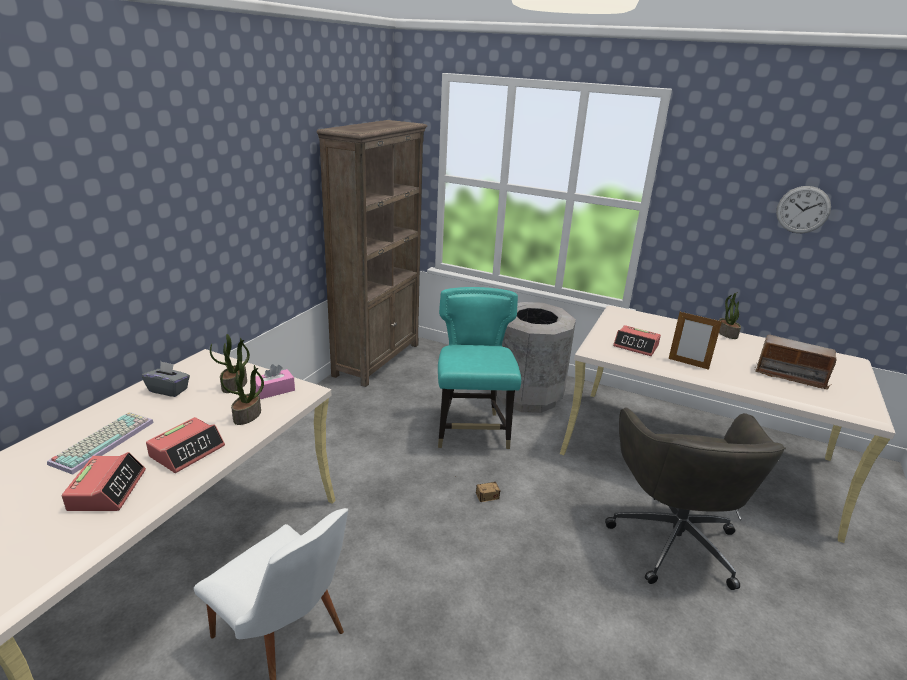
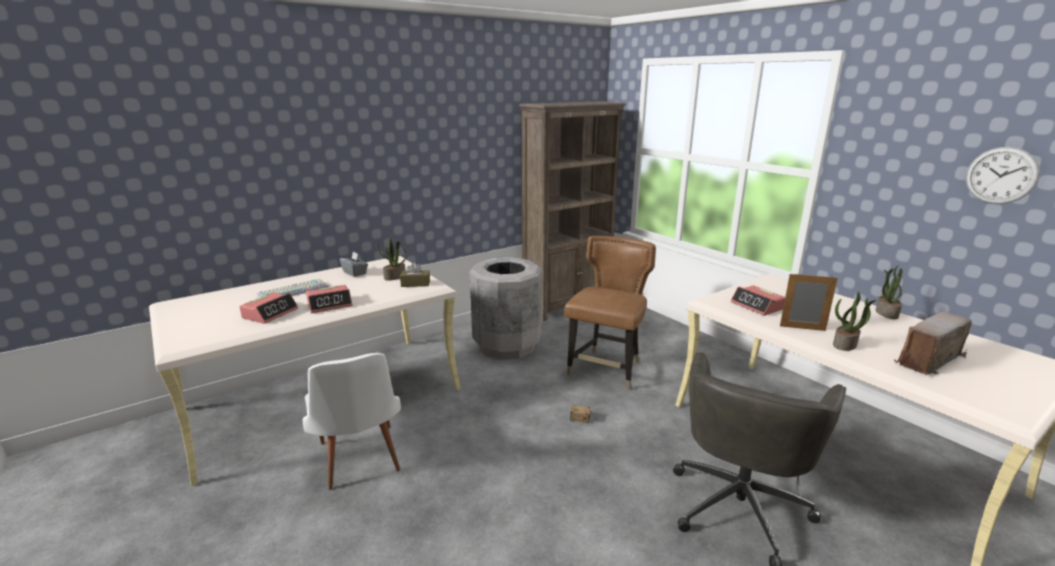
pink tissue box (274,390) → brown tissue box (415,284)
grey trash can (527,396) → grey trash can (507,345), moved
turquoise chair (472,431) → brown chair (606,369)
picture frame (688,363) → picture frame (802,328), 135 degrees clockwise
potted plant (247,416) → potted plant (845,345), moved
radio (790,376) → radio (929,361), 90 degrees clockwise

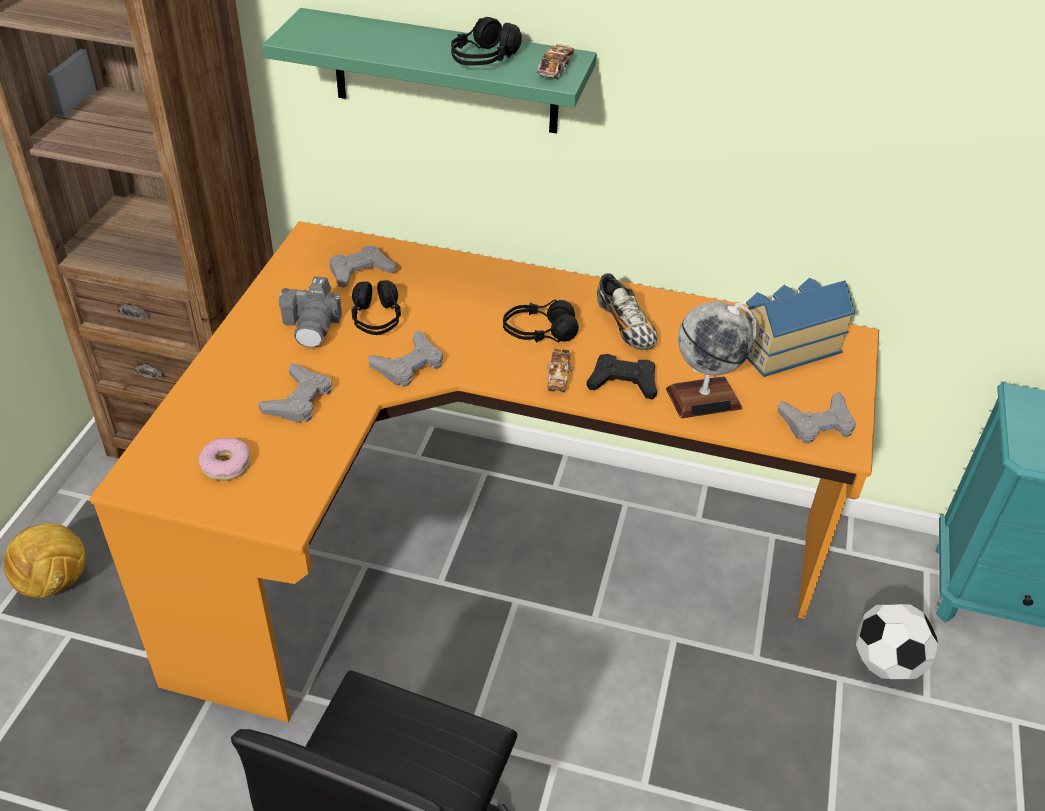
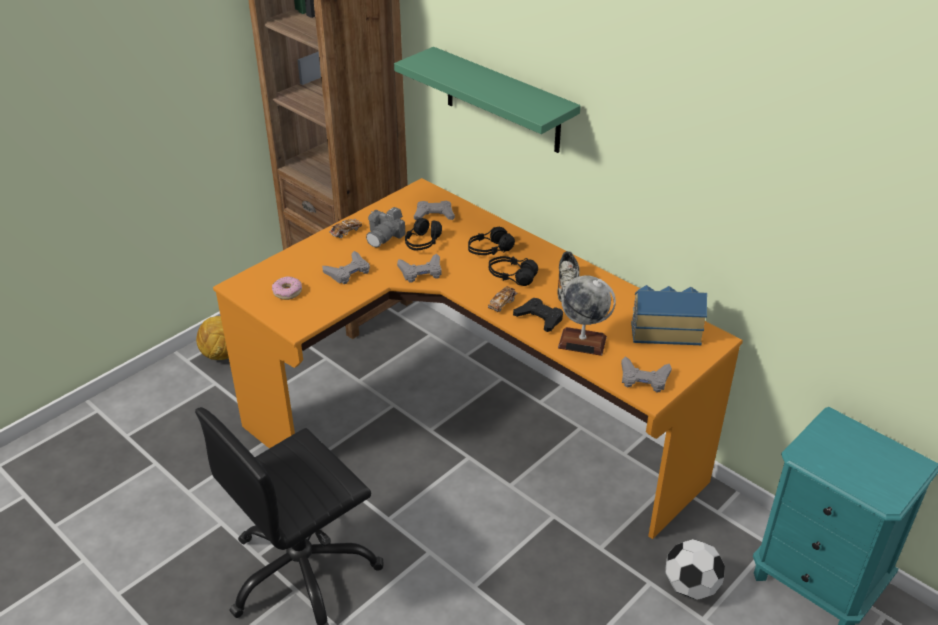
toy car (555,70) → toy car (346,232), moved
black headphones (484,59) → black headphones (489,250), moved

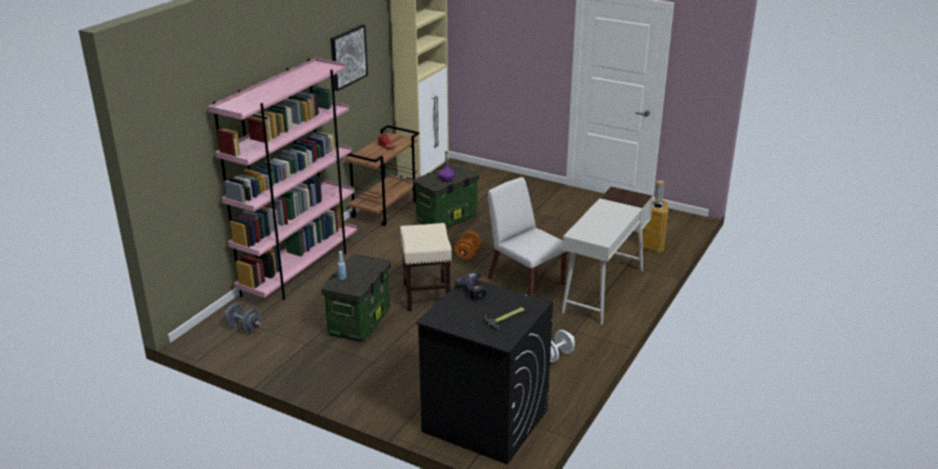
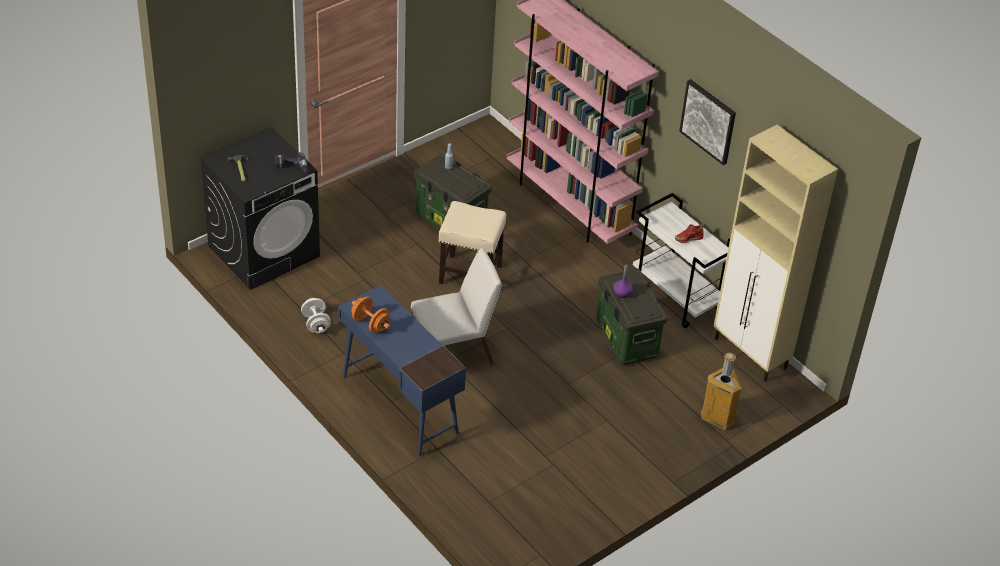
white desk (603,290) → blue desk (399,404)
orange dumbbell (467,254) → orange dumbbell (370,324), moved
brown cart (385,209) → white cart (677,297)
trash can (654,246) → trash can (718,418), moved
grey dumbbell (243,327) → -

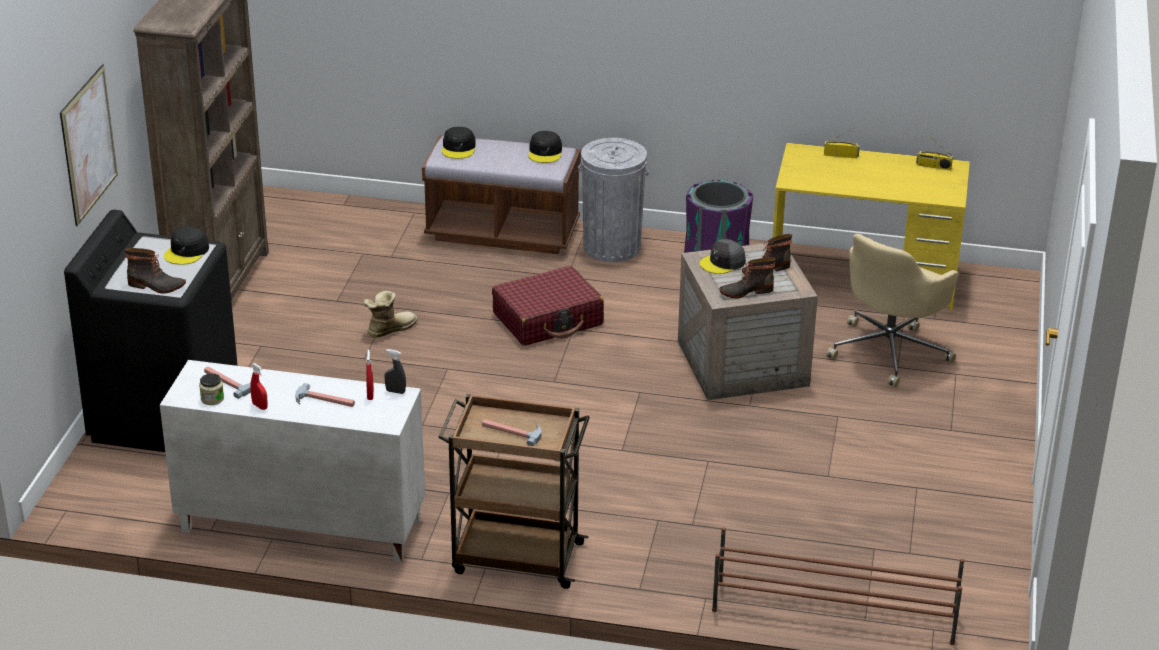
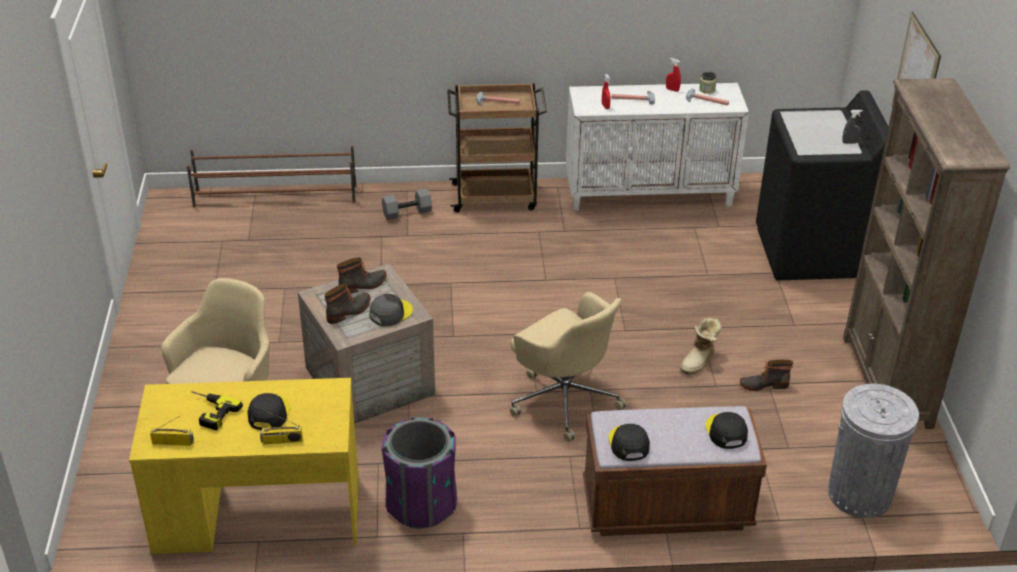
- → power drill (208,412)
black cap (187,251) → black cap (269,413), moved
- → grey dumbbell (407,212)
red suitcase (548,319) → beige office chair (564,398)
boot (156,286) → boot (763,384), moved
grey trash can (612,247) → grey trash can (859,494), moved
grey spray bottle (395,391) → grey spray bottle (849,142), moved

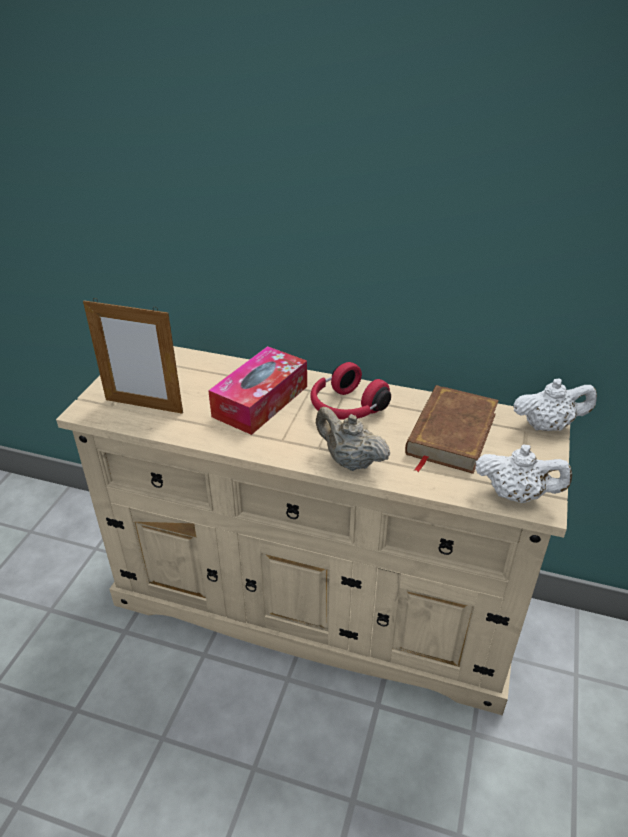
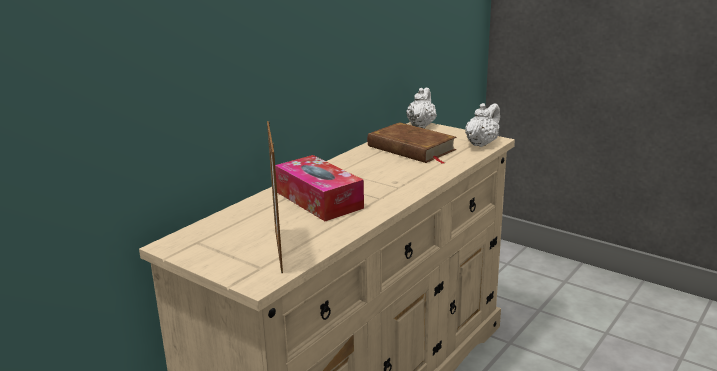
picture frame (144,406) → picture frame (279,250), 135 degrees clockwise
red headphones (346,408) → -
beige teapot (349,461) → -

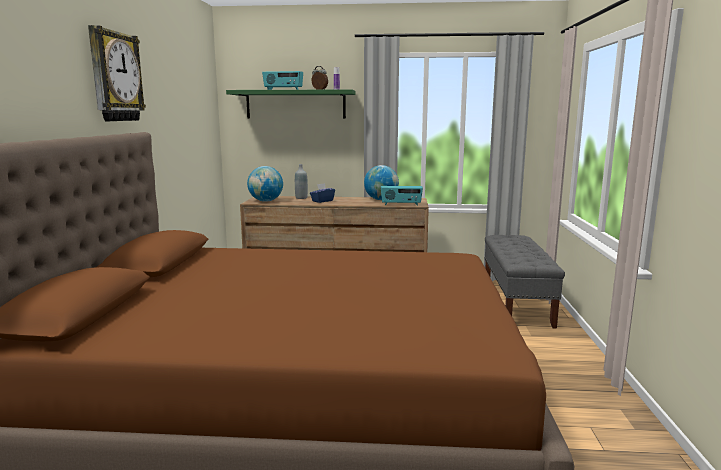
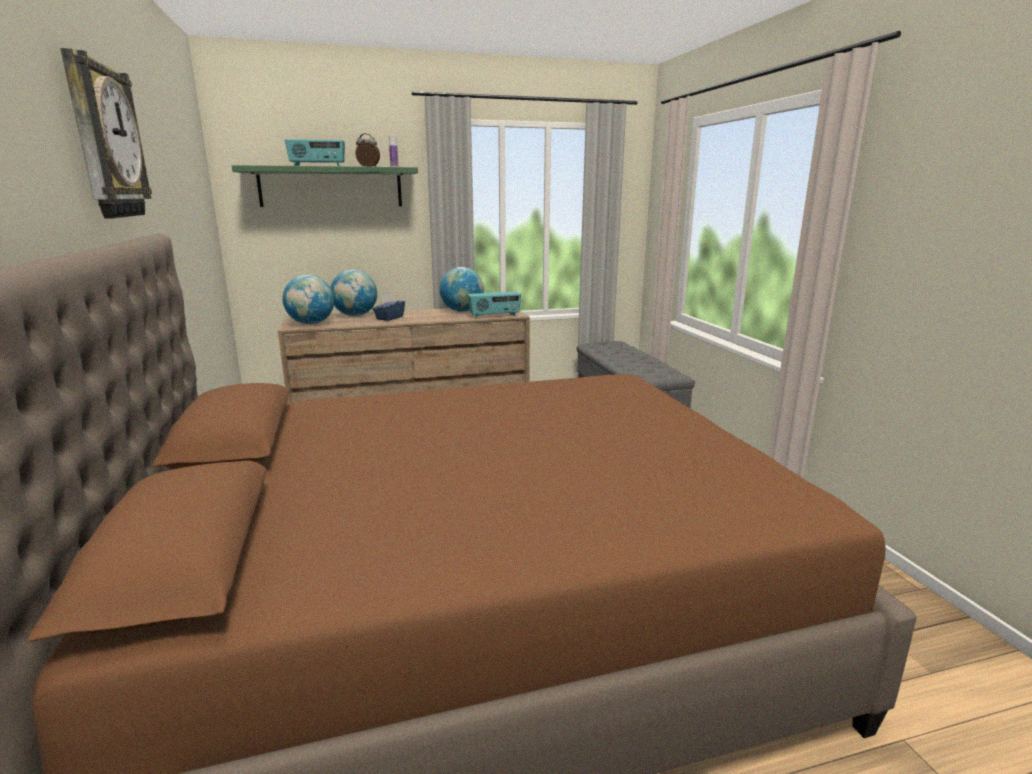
grey bottle (301,198) → globe (355,315)

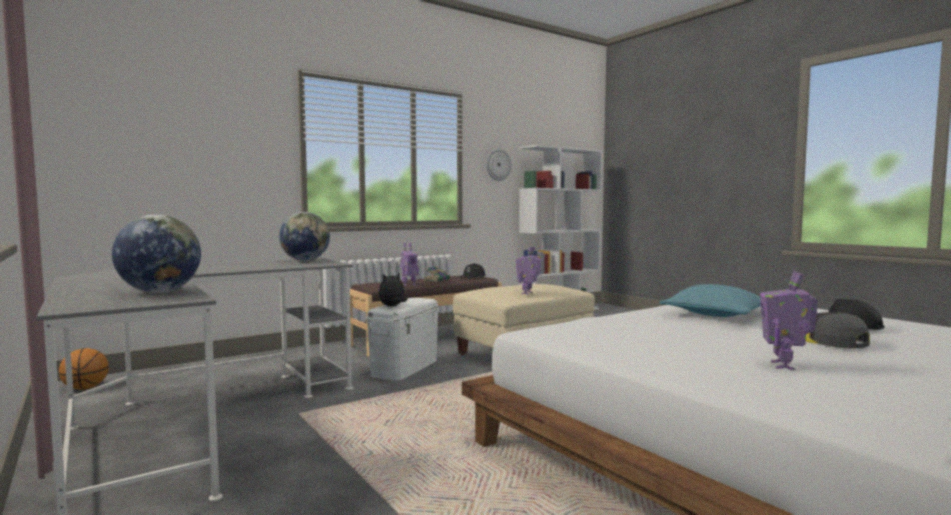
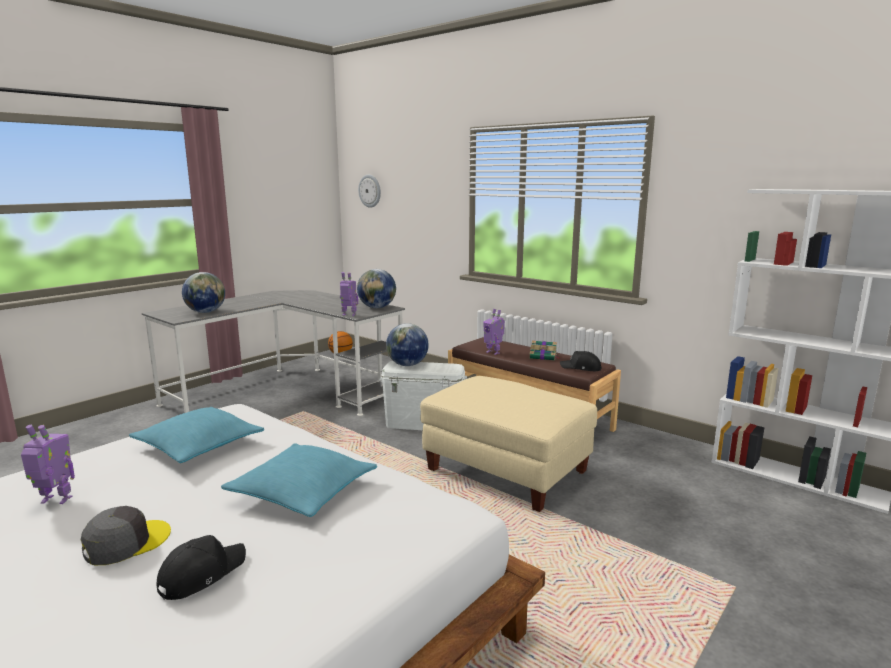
- → turquoise pillow (199,445)
toy robot (528,293) → toy robot (349,315), moved
wall clock (498,165) → wall clock (370,191), moved
plush toy (392,306) → globe (407,365)

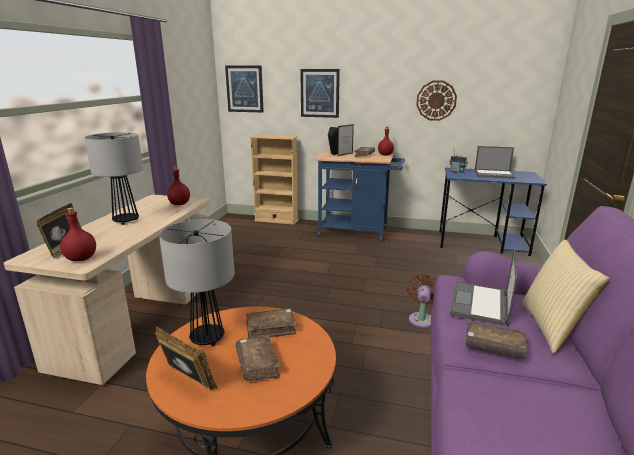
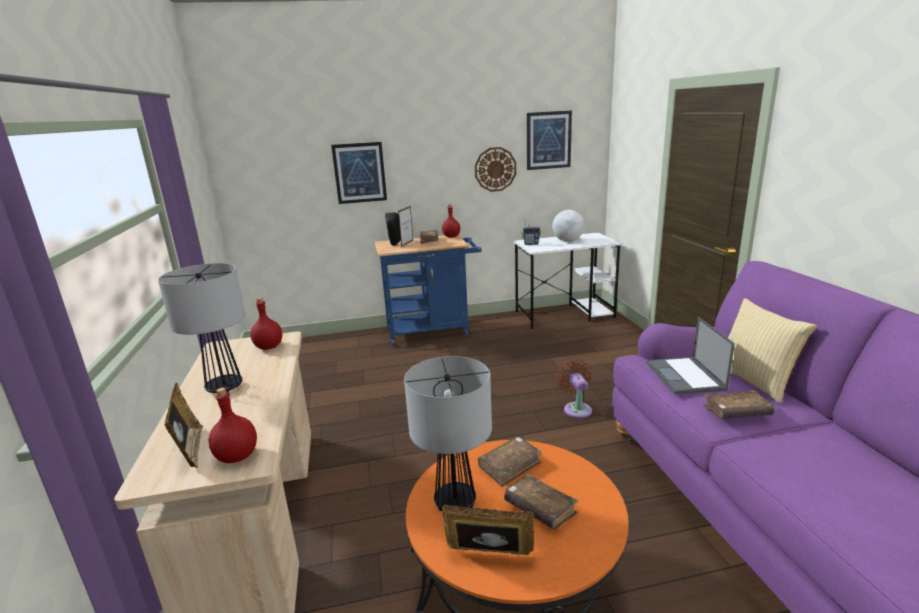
blue desk (482,243) → white desk (565,314)
picture (244,89) → picture (548,140), moved
laptop (494,174) → globe (567,241)
beige bookcase (276,220) → -

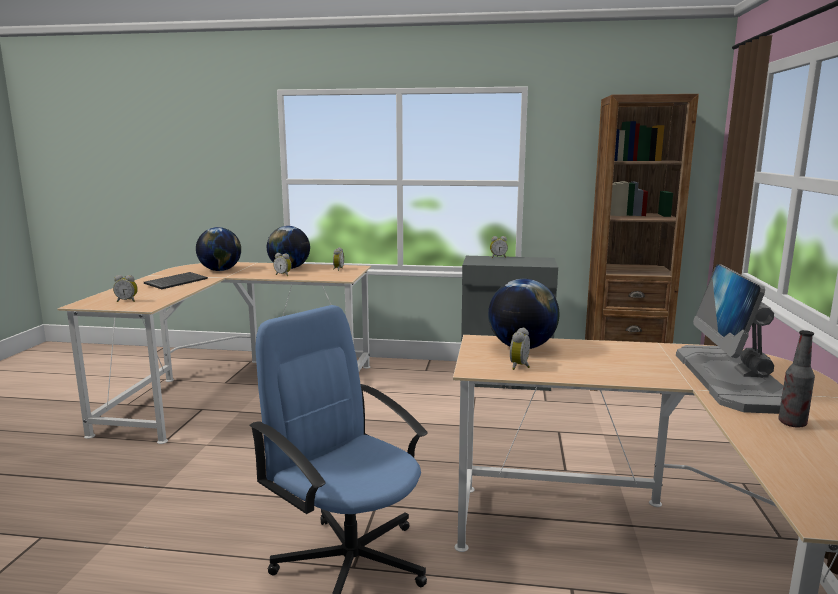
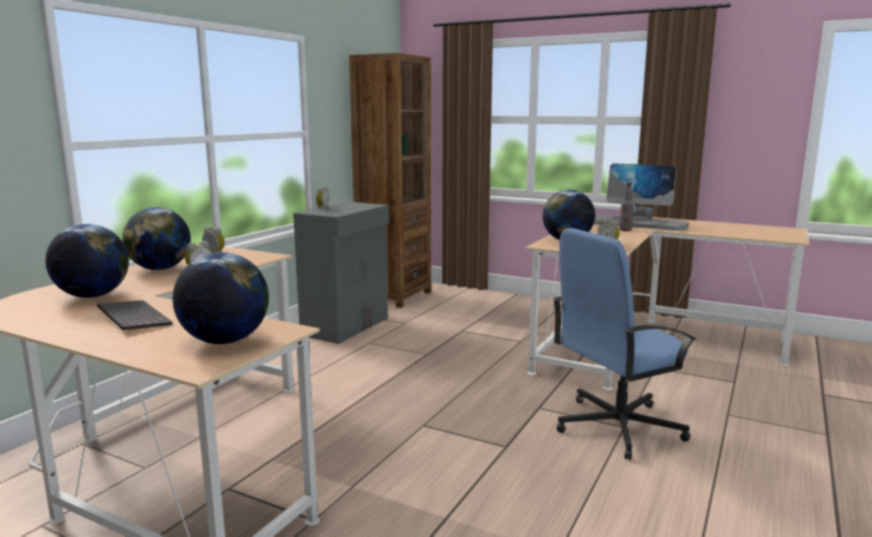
alarm clock (127,301) → globe (225,341)
bottle (792,423) → bottle (625,230), moved

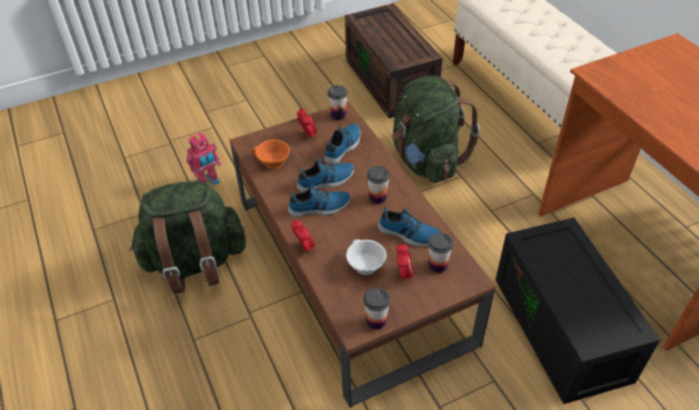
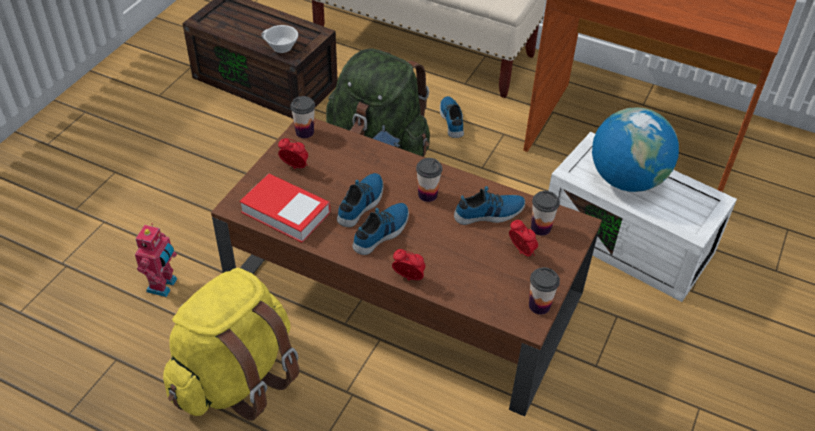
green backpack (195,263) → yellow backpack (236,378)
orange cup (272,162) → book (286,212)
white cup (364,265) → white cup (280,47), moved
shoe (343,147) → shoe (452,120), moved
black storage box (564,329) → white storage box (630,240)
- → globe (626,179)

